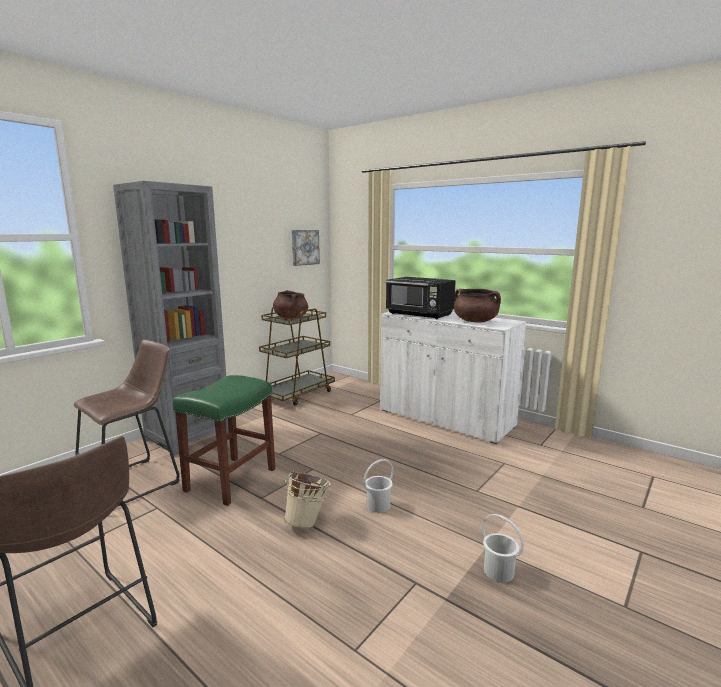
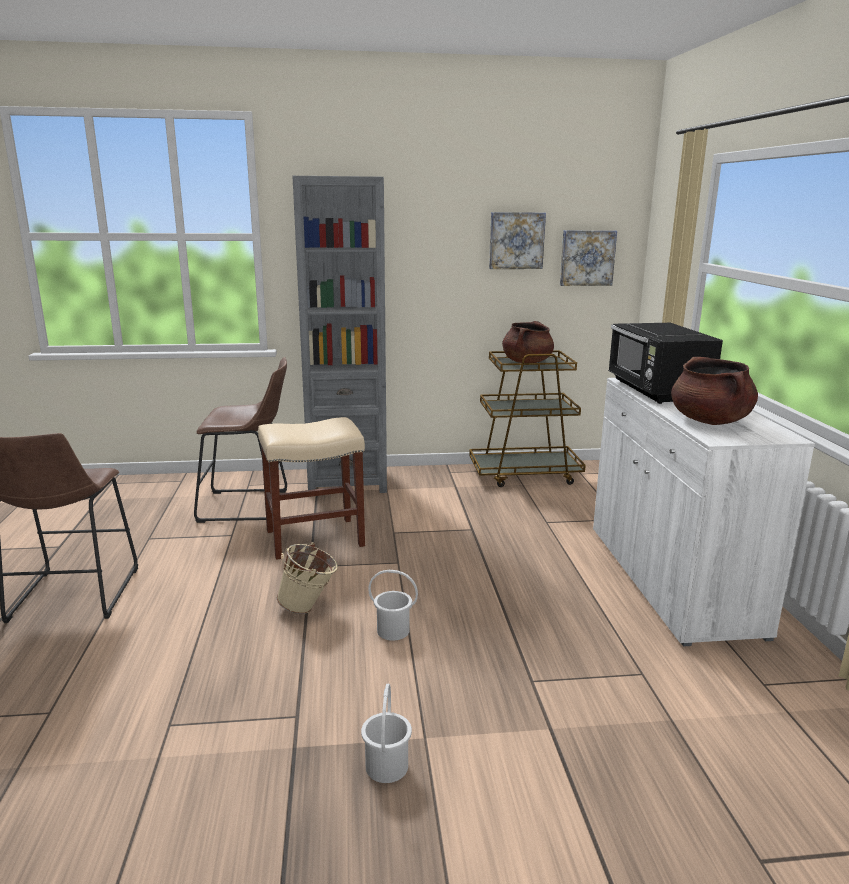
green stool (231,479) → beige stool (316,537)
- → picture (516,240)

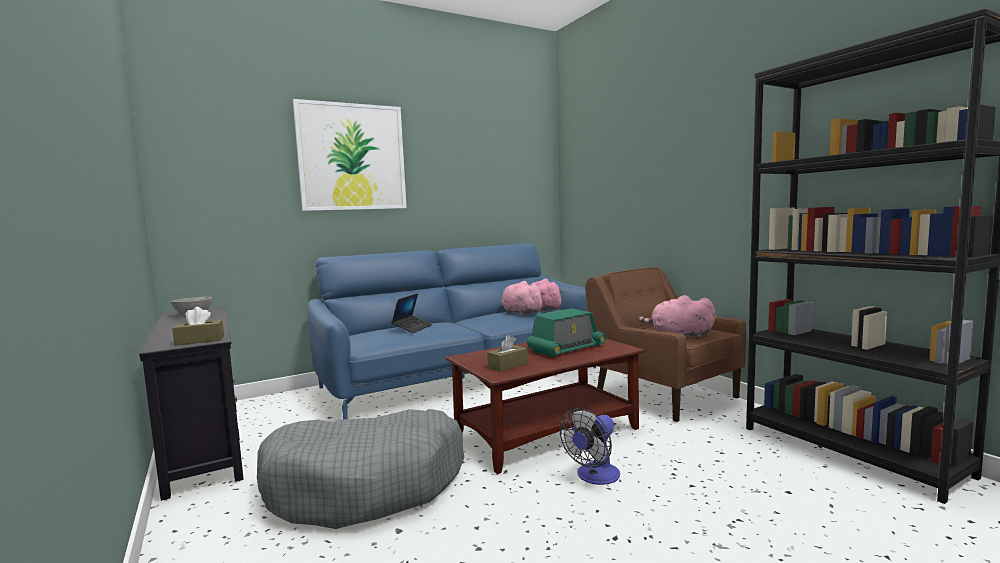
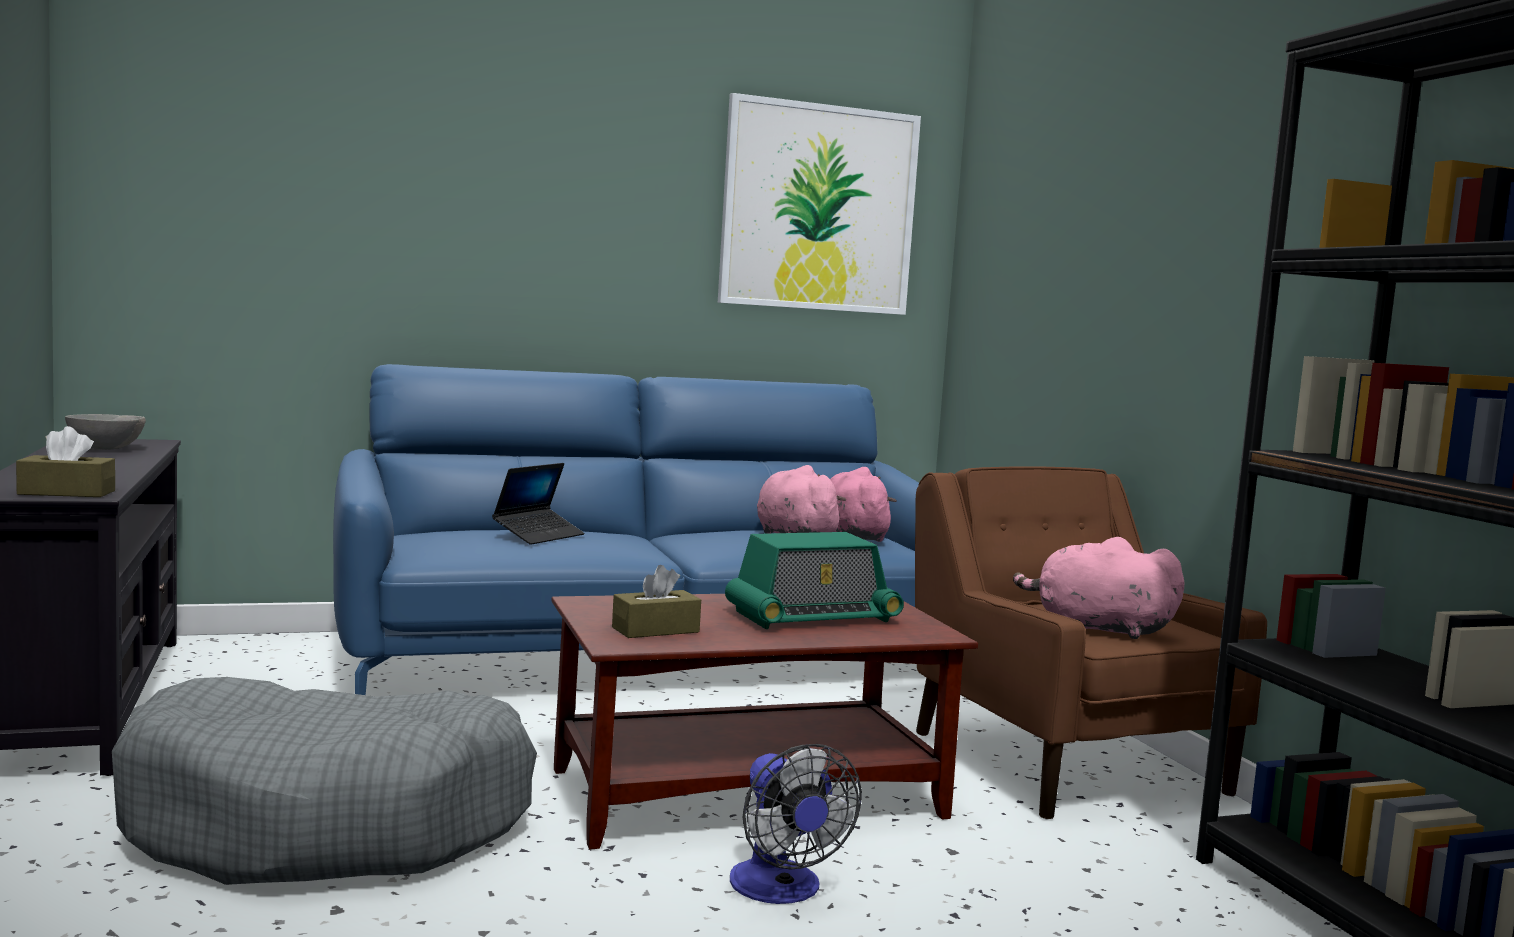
picture (352,157) → picture (818,208), moved
fan (594,477) → fan (781,890), 75 degrees counterclockwise

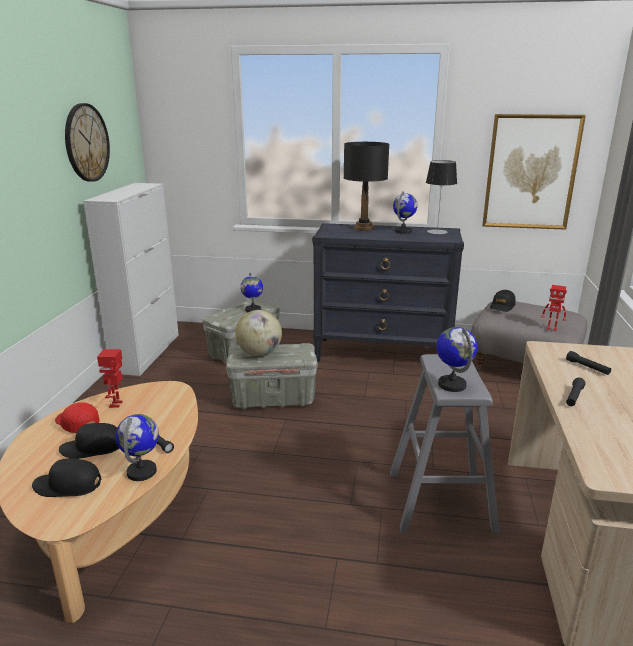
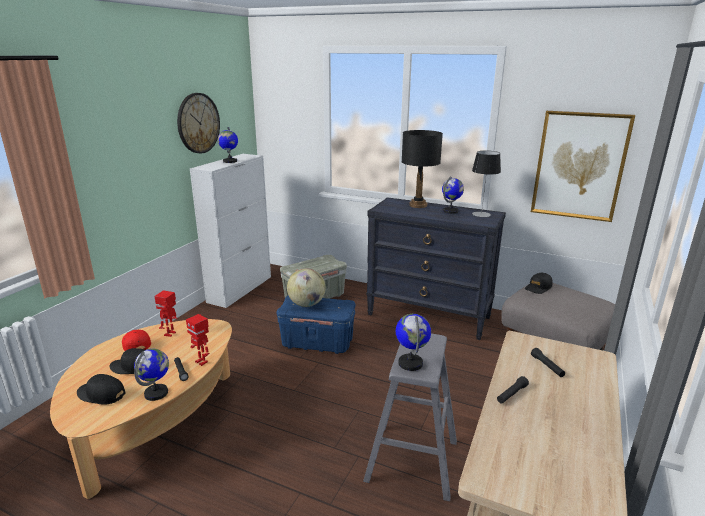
toy robot (551,329) → toy robot (202,362), moved
globe (253,310) → globe (230,161), moved
grey storage box (273,398) → blue storage box (318,342)

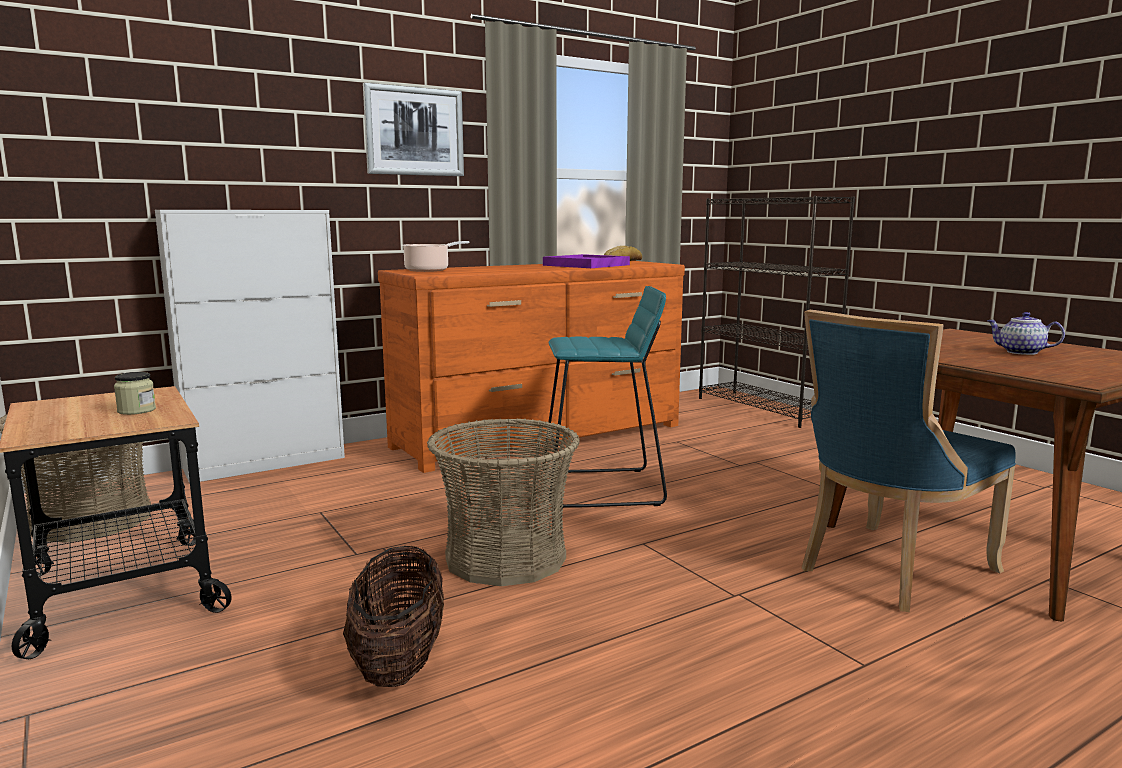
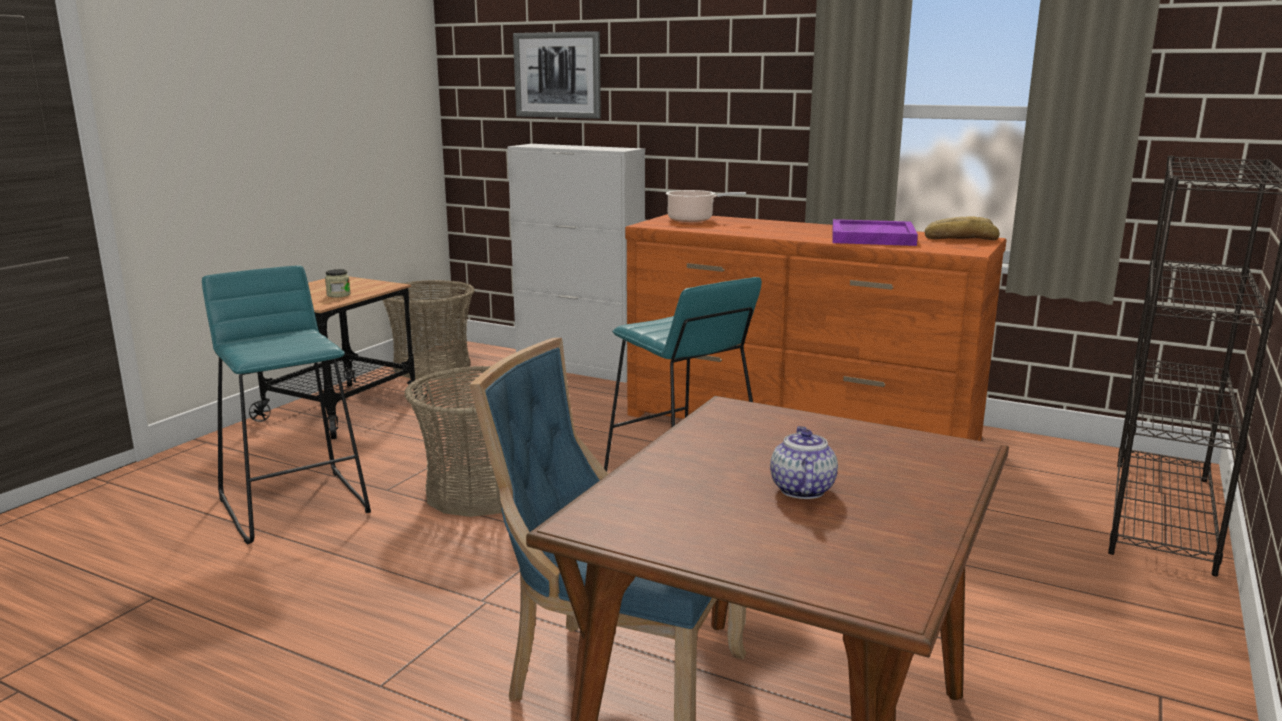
basket (399,662) → turquoise stool (296,504)
picture (414,131) → picture (557,75), moved

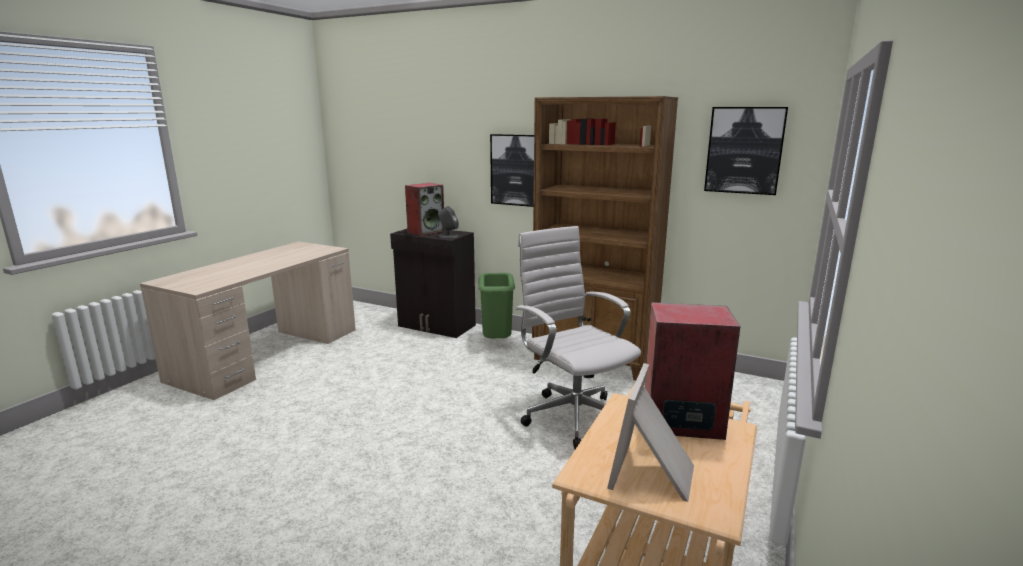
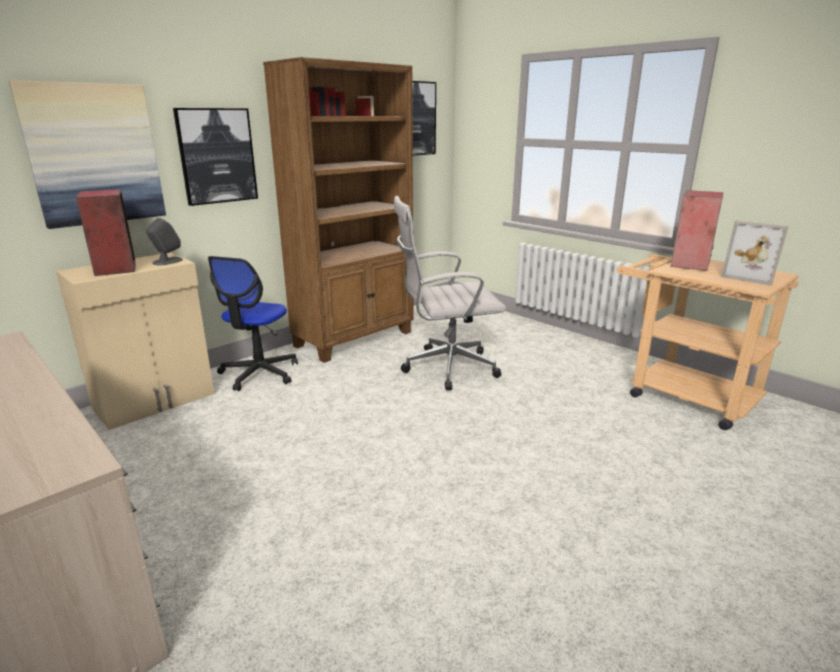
- → picture (94,155)
black cabinet (436,326) → beige cabinet (156,401)
green trash can (496,342) → office chair (259,373)

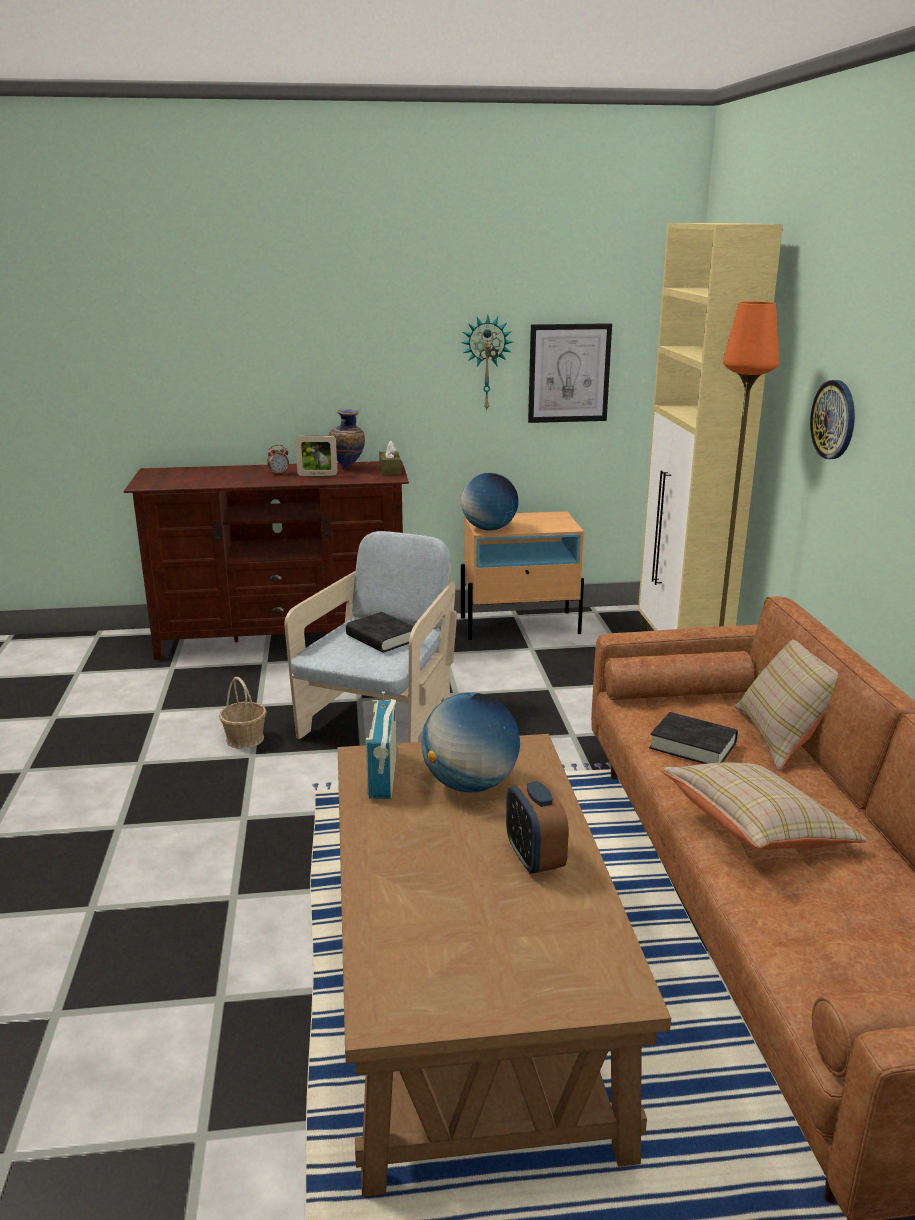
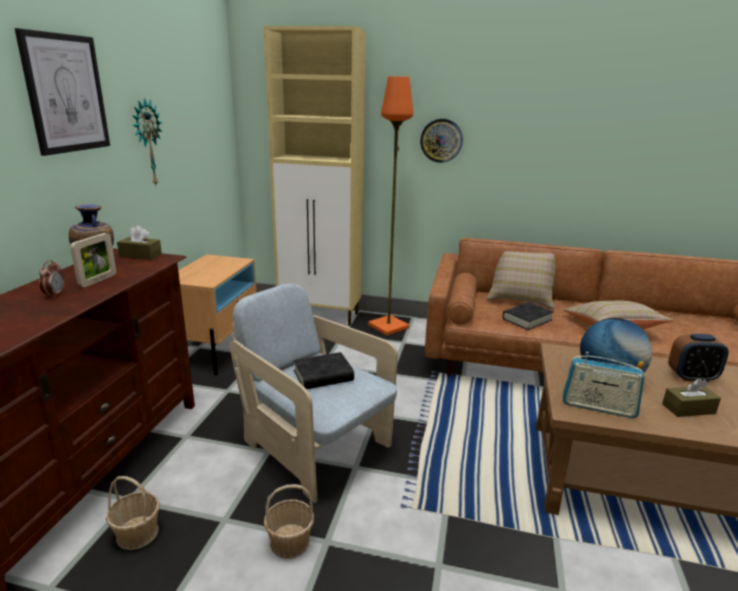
picture (569,373) → picture (66,94), moved
- → basket (137,533)
- → brown tissue box (688,409)
globe (489,529) → -

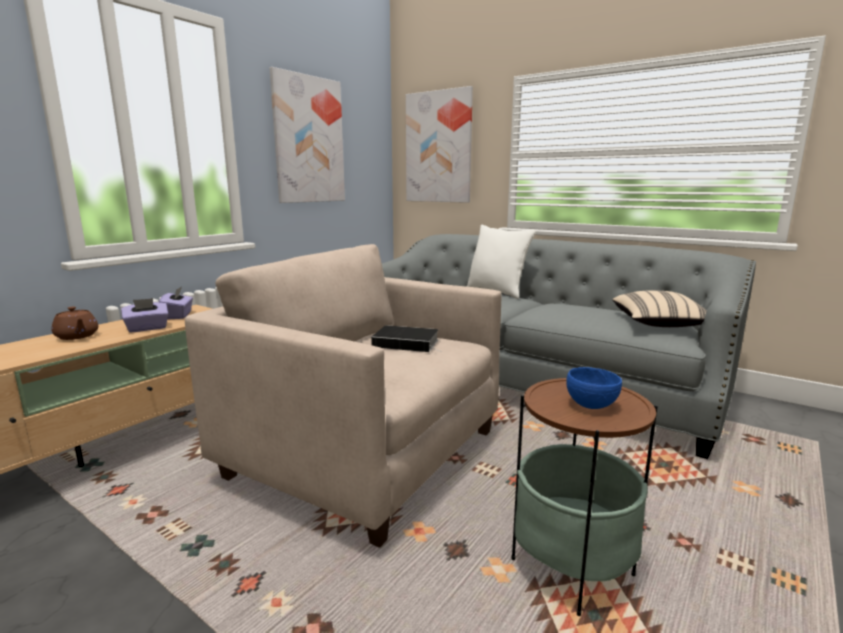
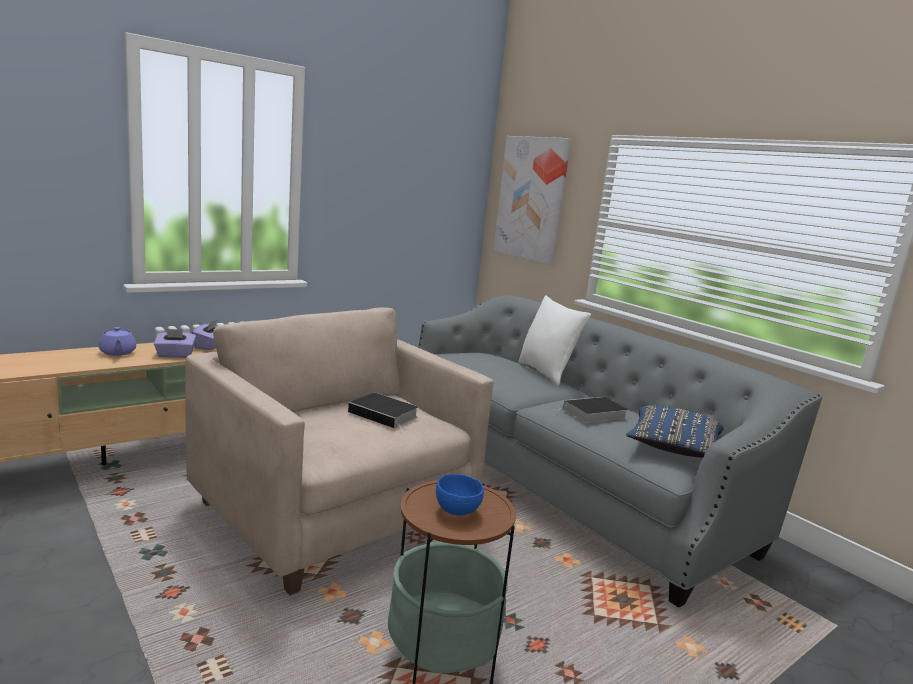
brown teapot (77,336) → purple teapot (117,353)
- → book (593,414)
beige pillow (659,325) → blue pillow (673,448)
picture (308,140) → -

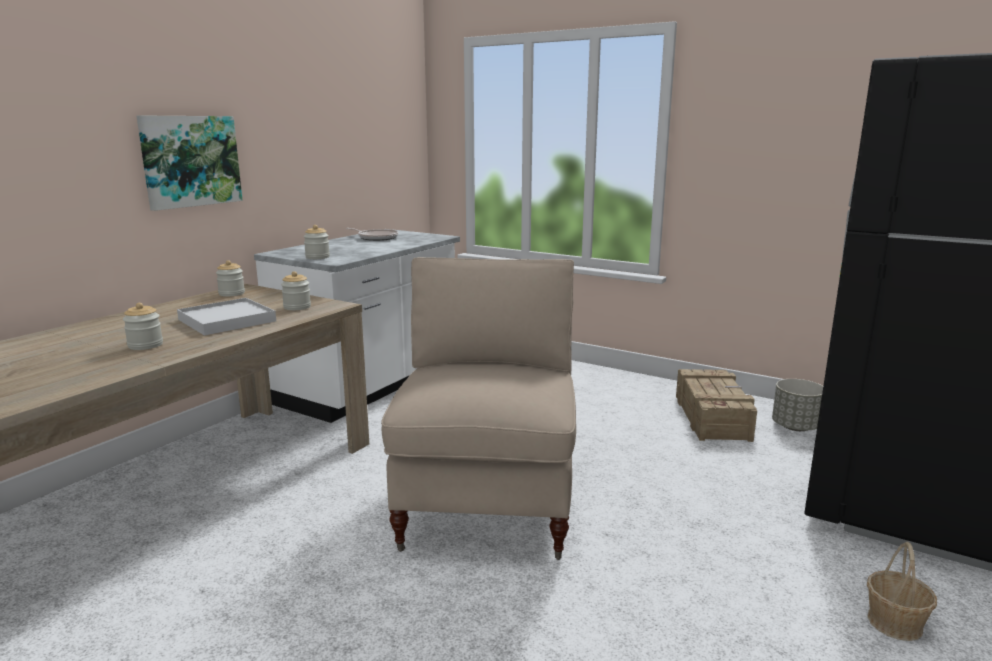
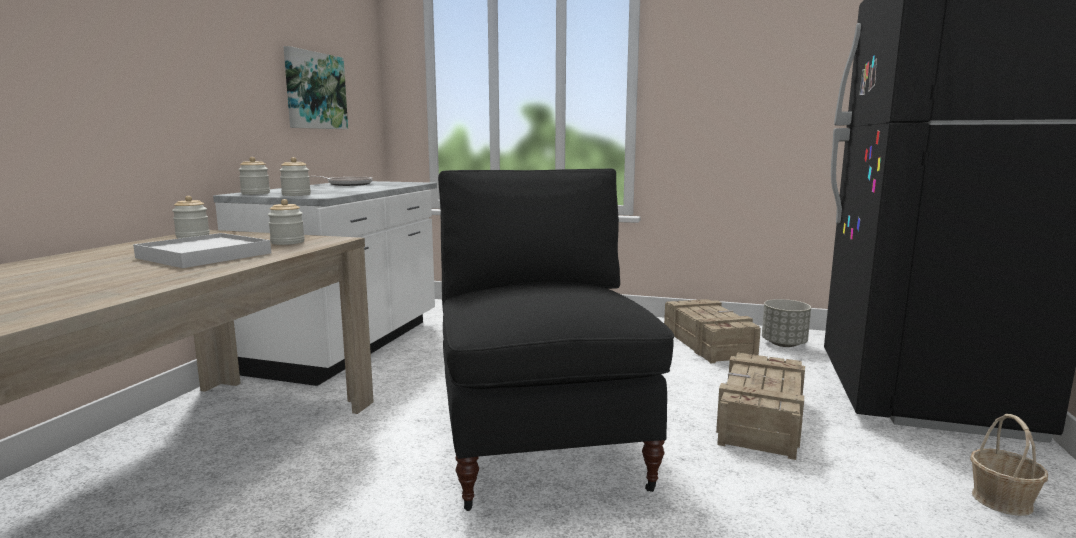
jar (145,345) → jar (255,193), moved
picture (190,161) → picture (315,91), moved
beige chair (488,504) → black chair (541,446)
- → crate (760,420)

